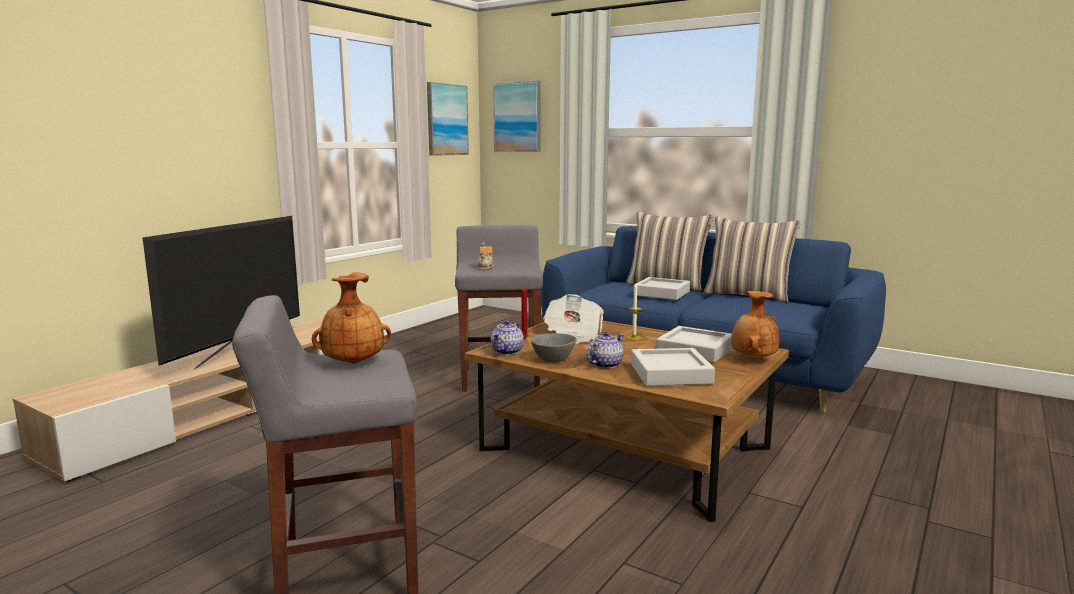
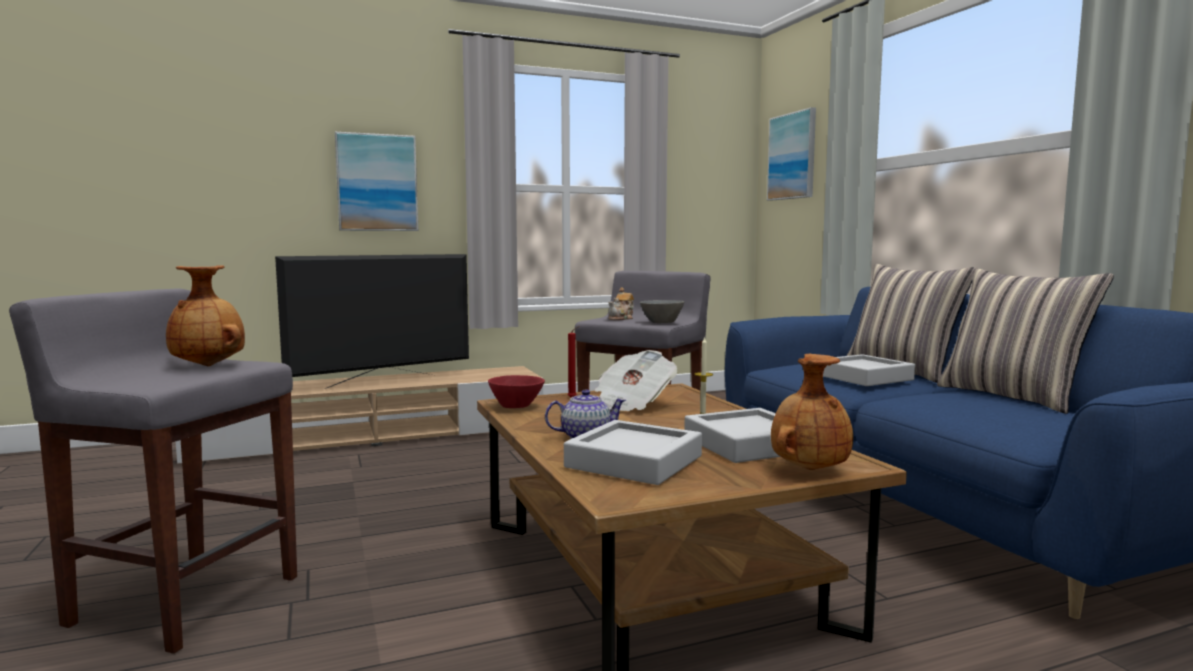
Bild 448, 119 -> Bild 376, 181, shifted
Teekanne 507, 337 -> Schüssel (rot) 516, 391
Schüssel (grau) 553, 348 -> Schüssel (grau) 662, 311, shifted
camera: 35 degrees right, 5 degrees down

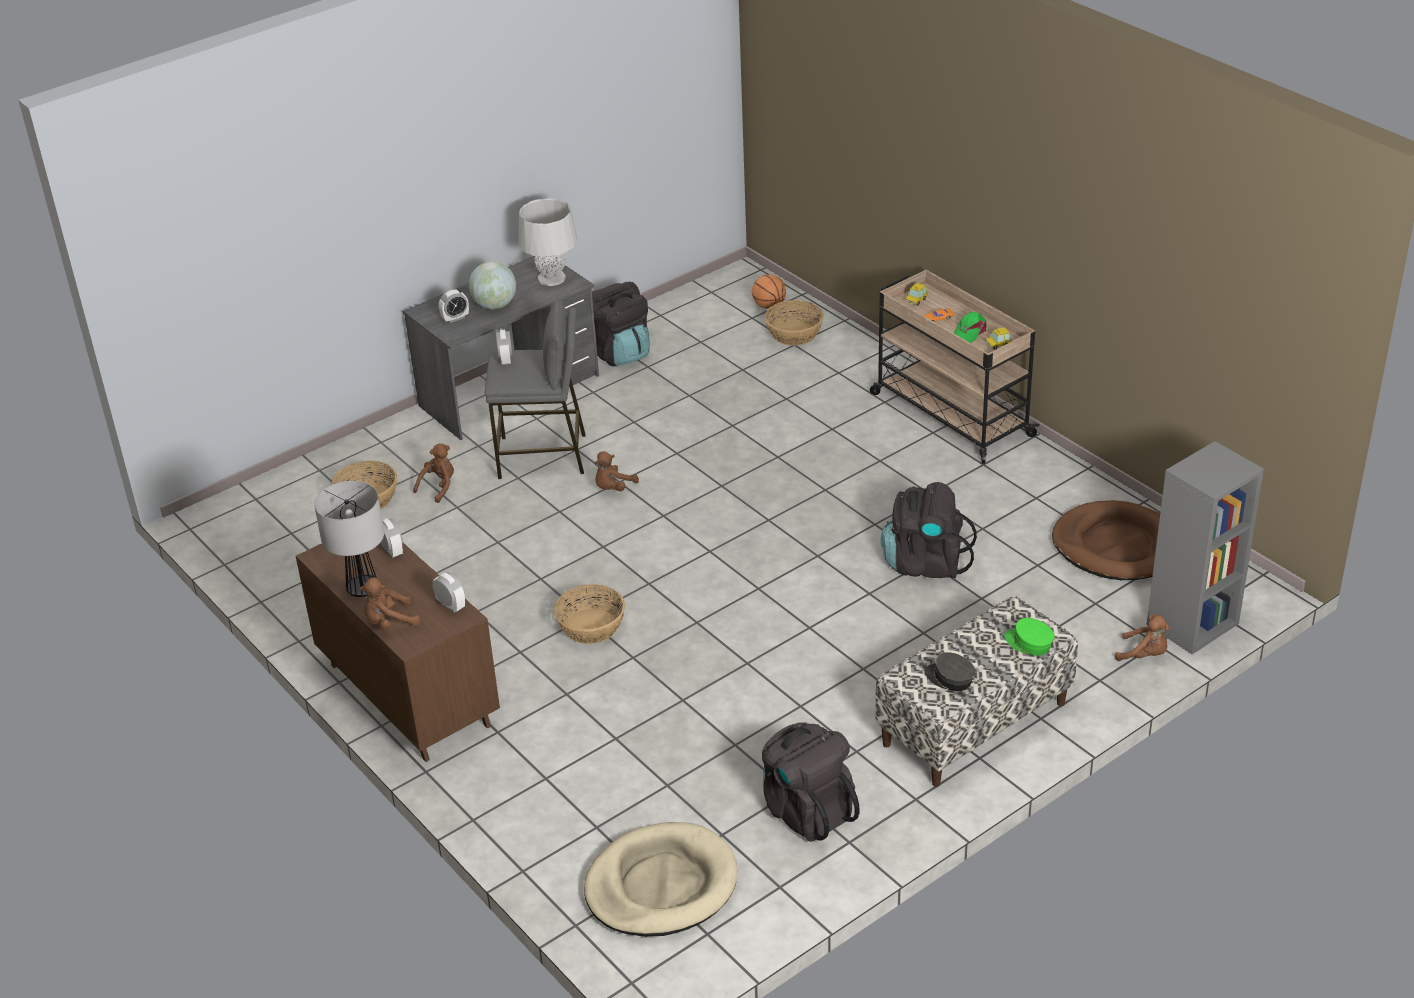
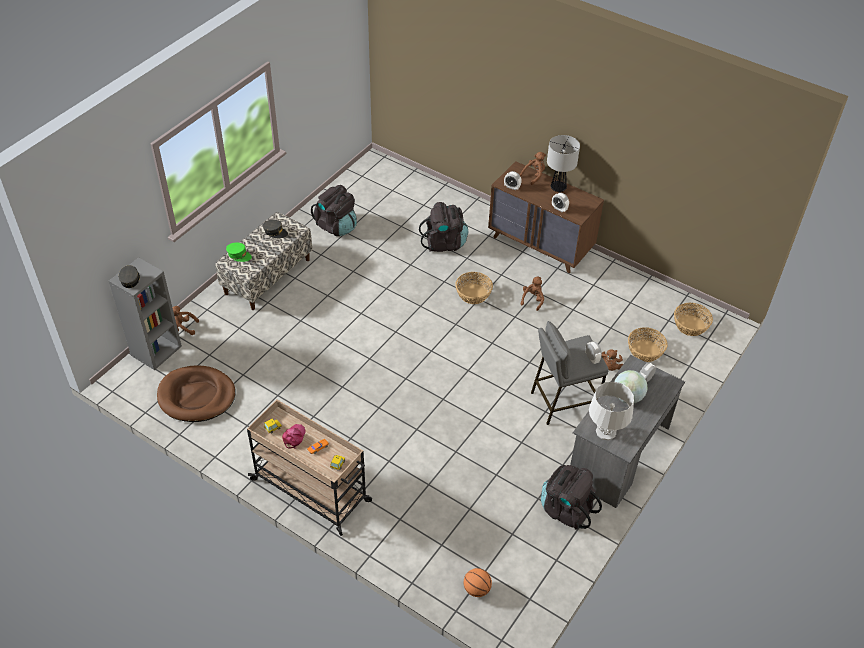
Hundebett (beige) 661, 879 -> none
Plüschtier (braun) 617, 471 -> Plüschtier (braun) 532, 294, shifted
Korb 794, 323 -> Korb 693, 319, shifted
Rucksack (schwarz) 928, 530 -> Rucksack (schwarz) 444, 227, shifted
Kappe (grün) 970, 327 -> Kappe (rosa) 294, 436
none -> Kappe (grau) 129, 276
camera: 160 degrees right, 10 degrees up

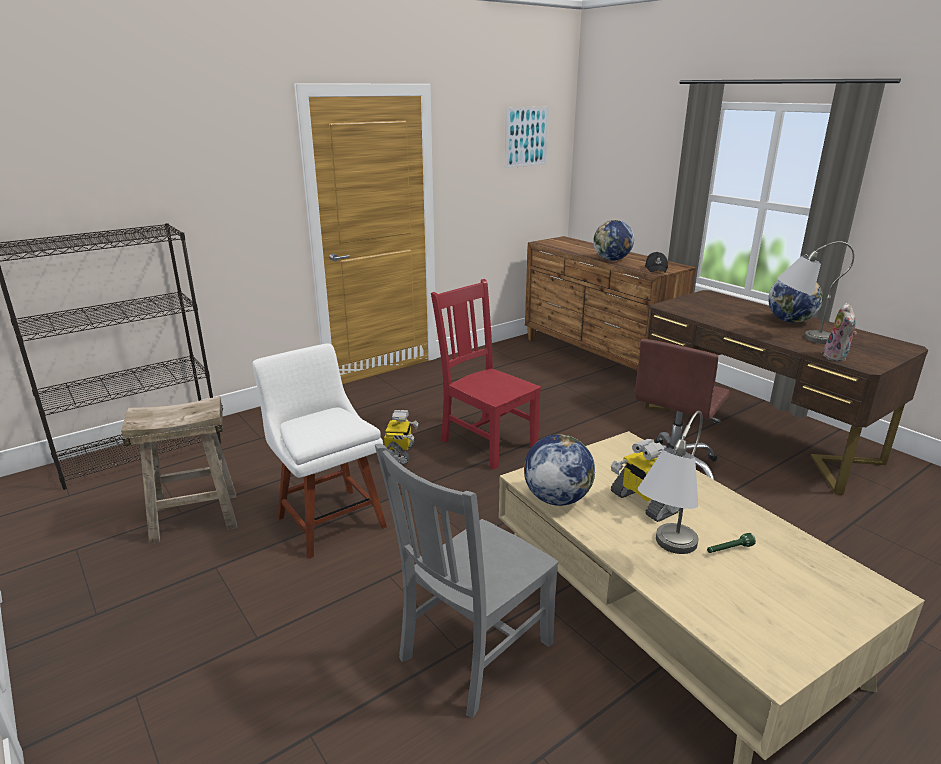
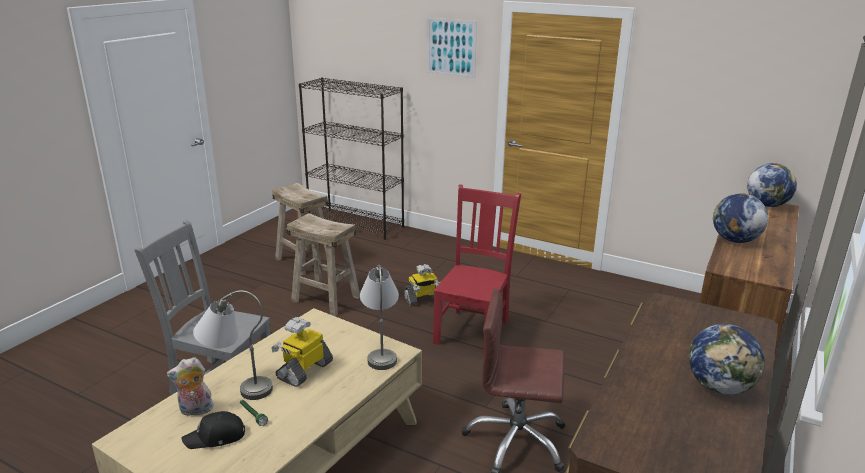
Stuhl (weiß) 320, 451 -> Hocker (beige) 323, 264
Bild 527, 137 -> Bild 452, 48, shifted
Globus 559, 470 -> Globus 772, 185, shifted
Kappe (schwarz) 656, 262 -> Kappe (schwarz) 213, 430, shifted
Tischlampe (grau) 816, 292 -> Tischlampe (grau) 379, 317, shifted
Plüschtier 840, 332 -> Plüschtier 190, 386, shifted
camera: 65 degrees right, 0 degrees up

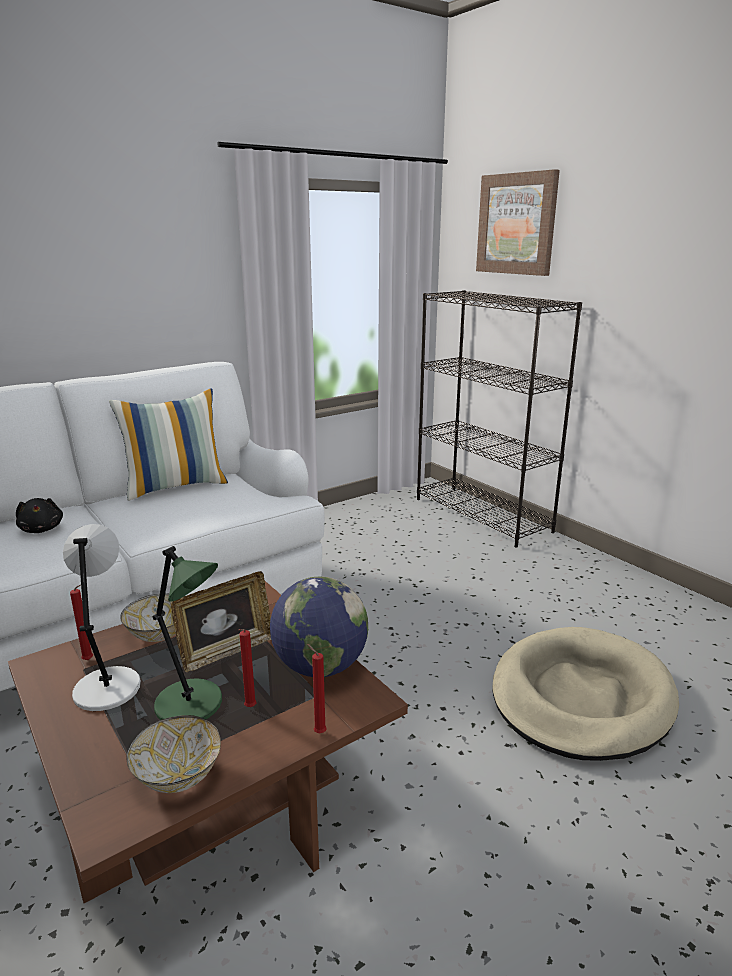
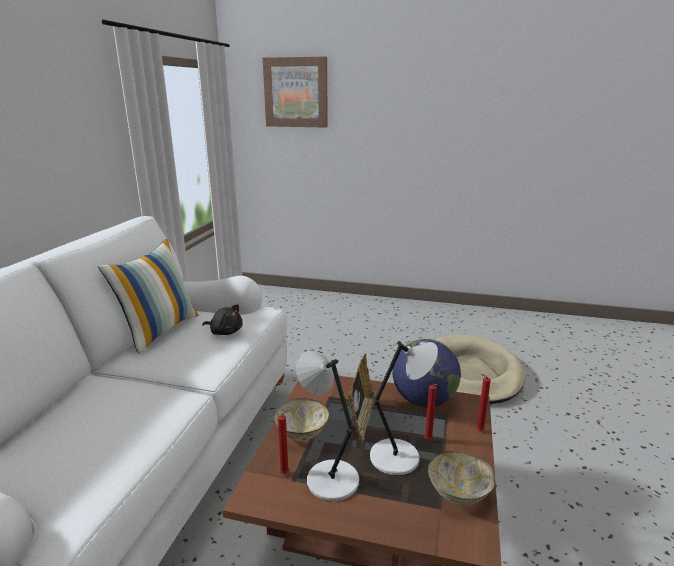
Plüschtier (schwarz) 39, 515 -> Plüschtier (schwarz) 223, 319, shifted
Tischlampe (grün) 187, 633 -> Tischlampe (grau) 404, 408
Bücherregal (schwarz) 499, 419 -> none
camera: 40 degrees left, 0 degrees up

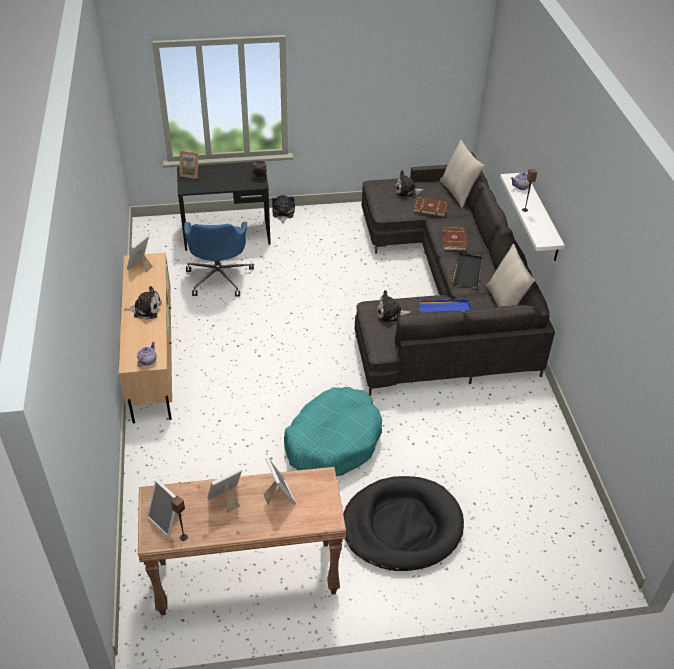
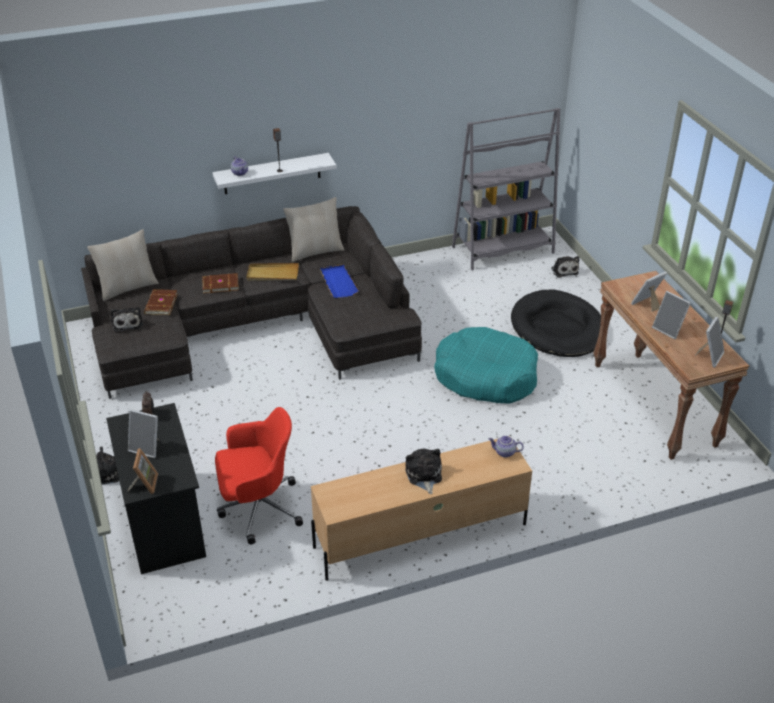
Bilderrahmen 140, 253 -> Bilderrahmen 144, 433, shifted
Bürostuhl (blau) 219, 259 -> Bürostuhl (rot) 259, 475
Plüschtier 394, 306 -> Plüschtier 565, 267, shifted
Tablett (schwarz) 466, 270 -> Tablett (beige) 272, 272
none -> Bücherregal (grau) 506, 189
camera: 100 degrees left, 5 degrees down

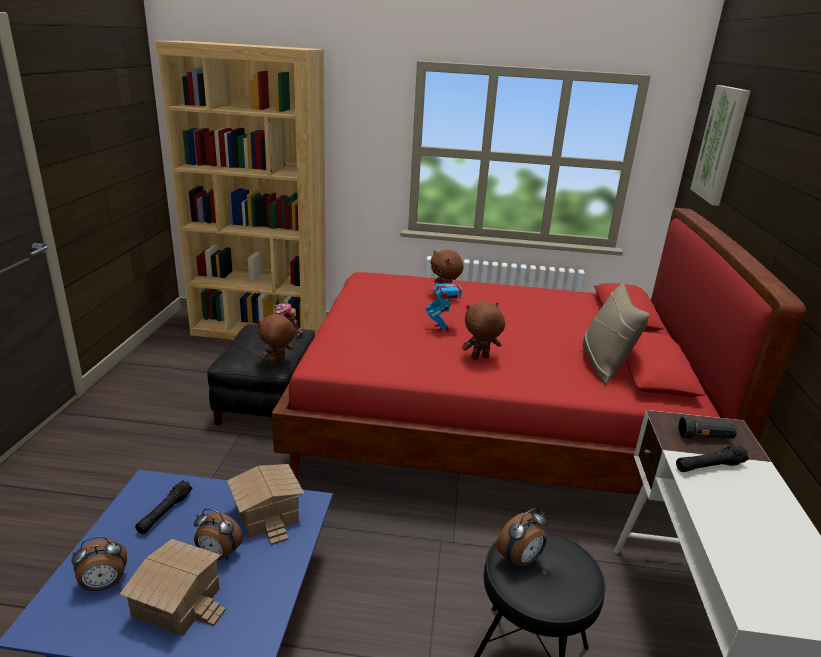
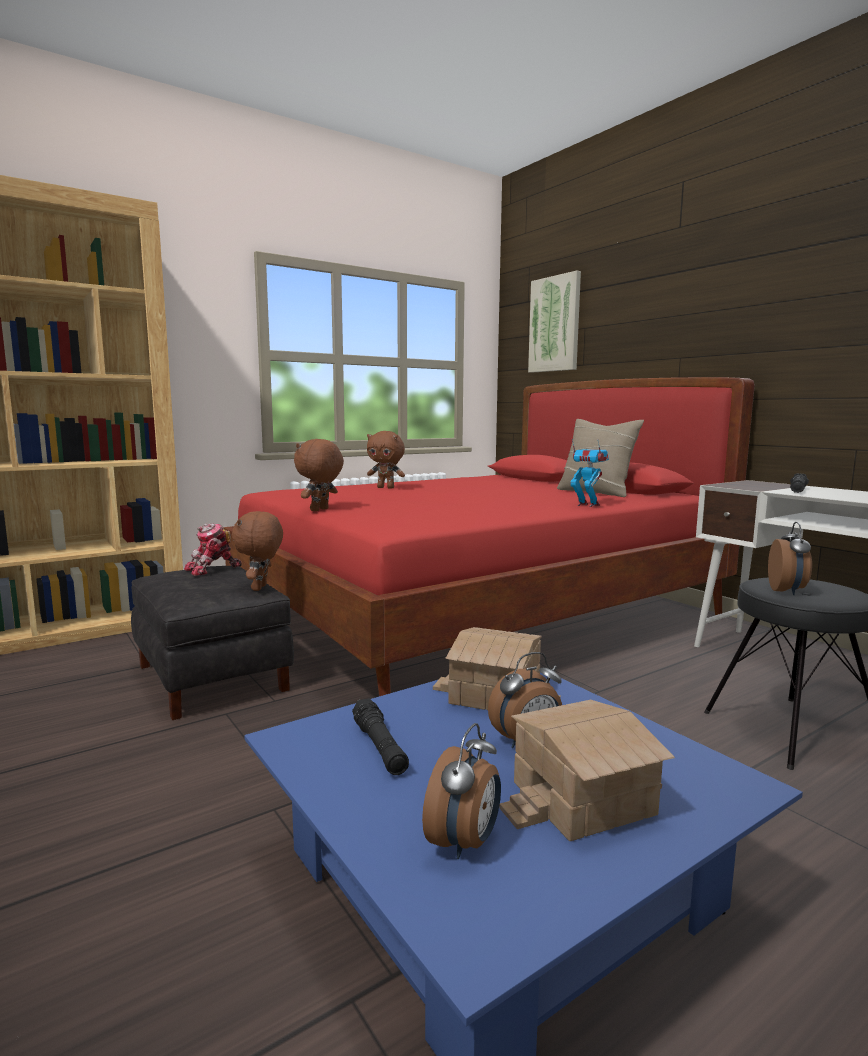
Spielzeugroboter 444, 302 -> Spielzeugroboter 589, 473, shifted
Plüschtier (braun) 483, 331 -> Plüschtier (braun) 319, 475, shifted
Taschenlampe (schwarz) 707, 427 -> none
camera: 40 degrees left, 15 degrees down

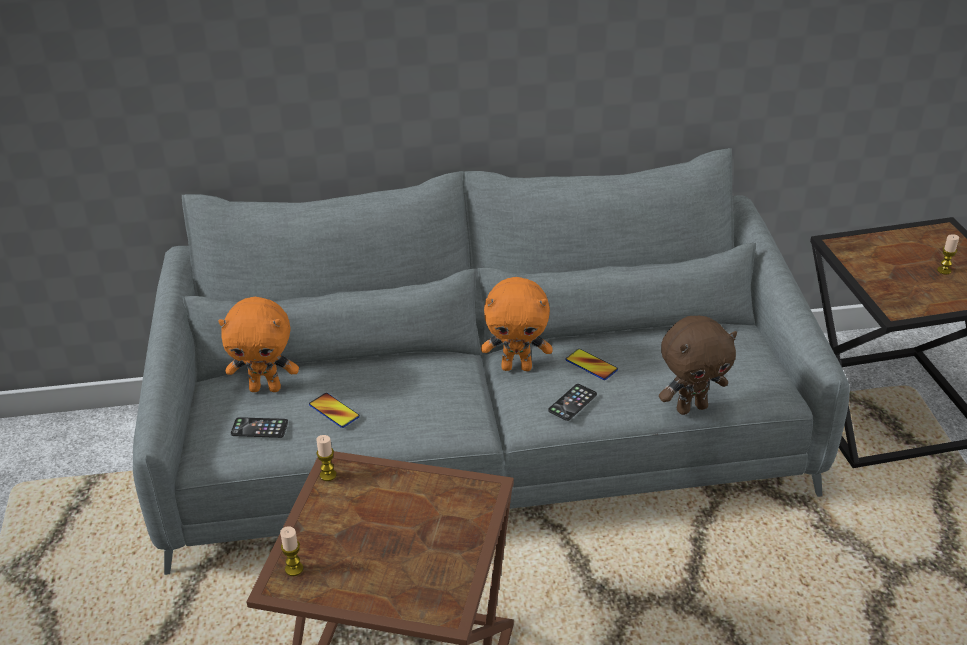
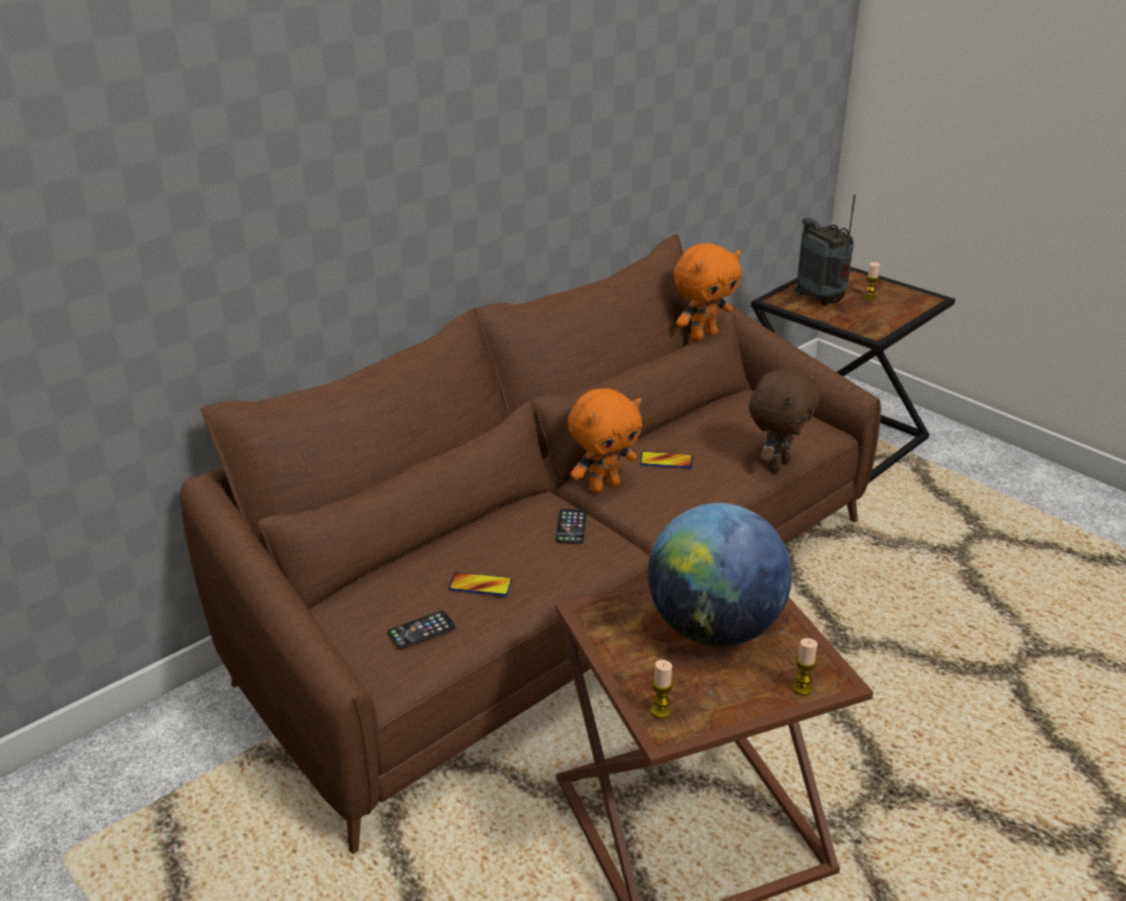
Sofa (grau) 491, 361 -> Sofa (braun) 530, 544
Plüschtier (orange) 258, 344 -> Plüschtier (orange) 707, 292, shifted
Kerze 326, 458 -> Kerze 805, 666, shifted
Handy 572, 402 -> Handy 571, 526, shifted
none -> Globus 720, 575
none -> Radio 824, 250
camera: 35 degrees left, 5 degrees down

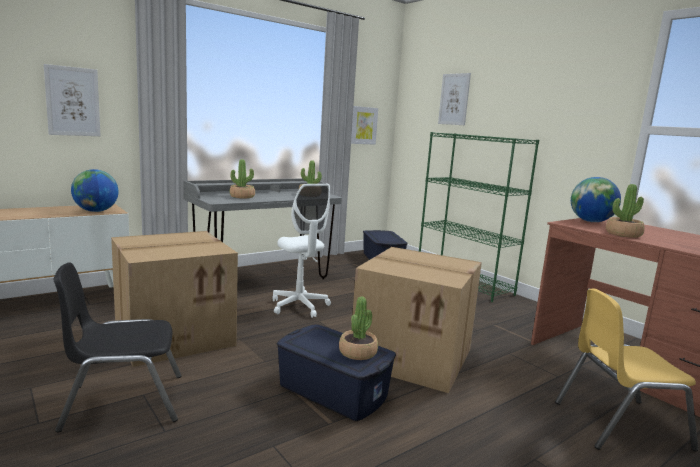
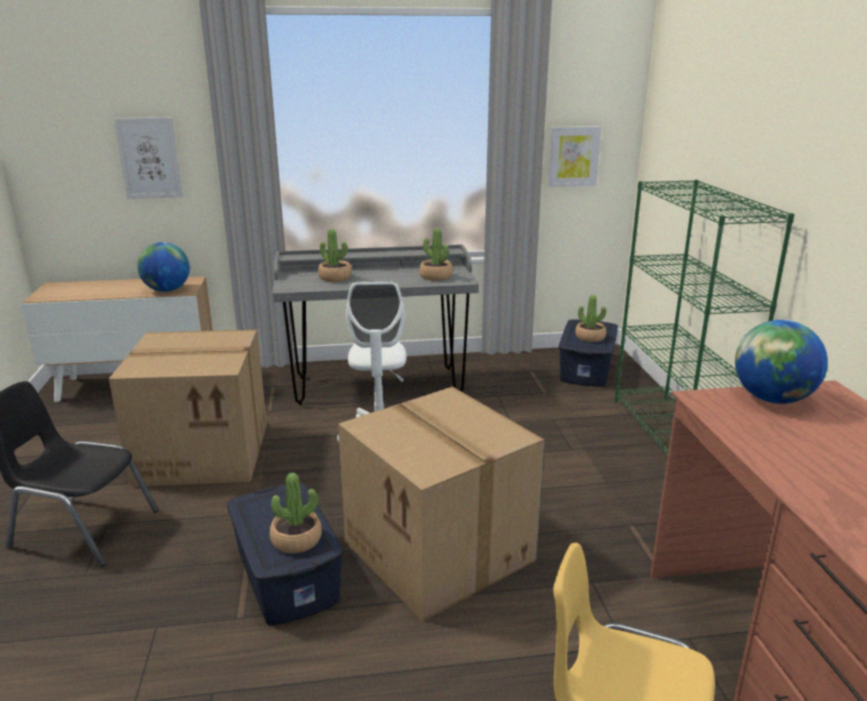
Bild 454, 99 -> none
Topfpflanze 625, 211 -> Topfpflanze 590, 318, shifted
camera: 30 degrees right, 10 degrees up

